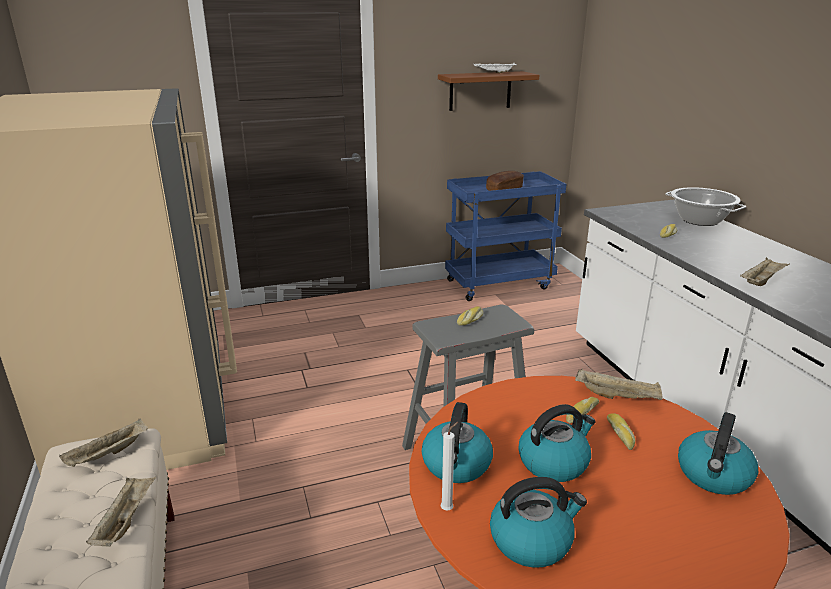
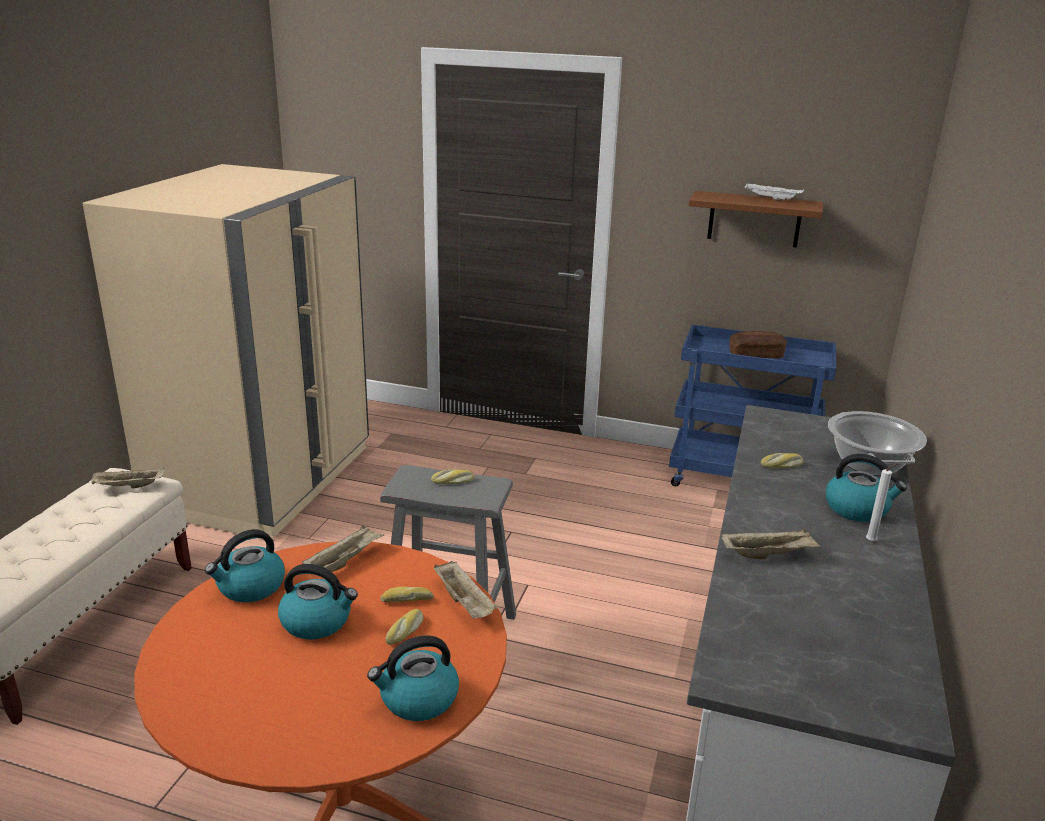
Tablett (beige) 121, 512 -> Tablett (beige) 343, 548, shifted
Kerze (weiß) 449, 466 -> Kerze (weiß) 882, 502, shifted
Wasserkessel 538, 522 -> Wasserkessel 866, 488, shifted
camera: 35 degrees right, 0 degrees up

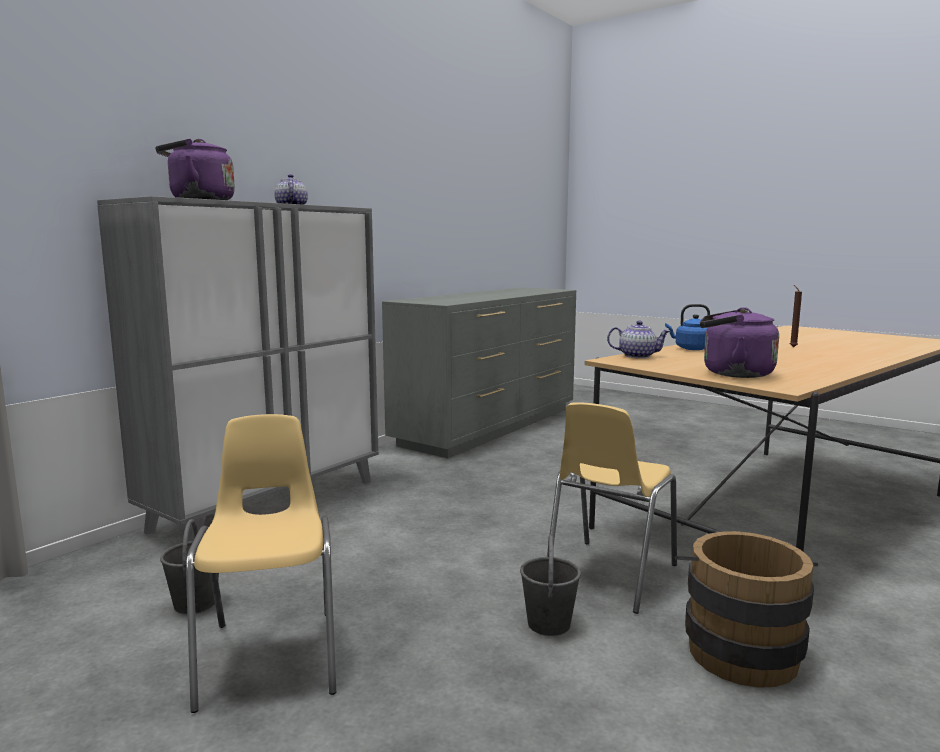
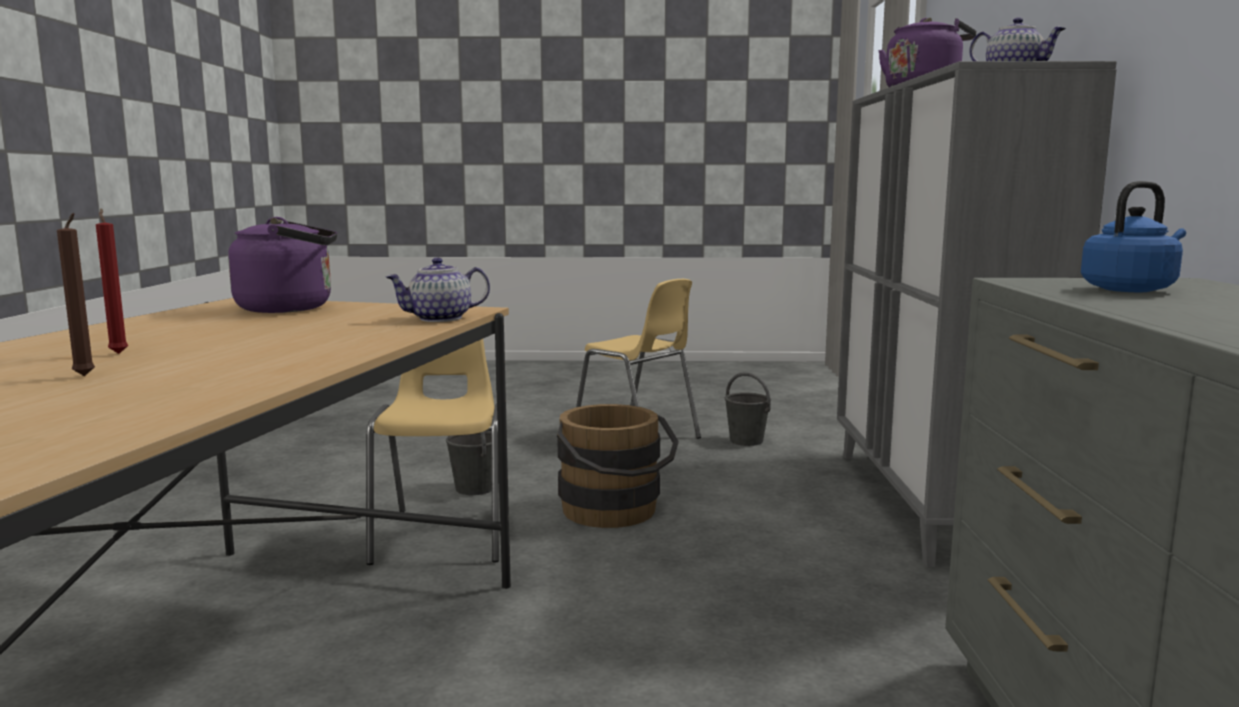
Wasserkessel (blau) 687, 327 -> Wasserkessel (blau) 1133, 236, shifted
Eimer (braun) 746, 609 -> Eimer (braun) 618, 466, shifted
none -> Kerze (rot) 112, 281
camera: 145 degrees right, 0 degrees up

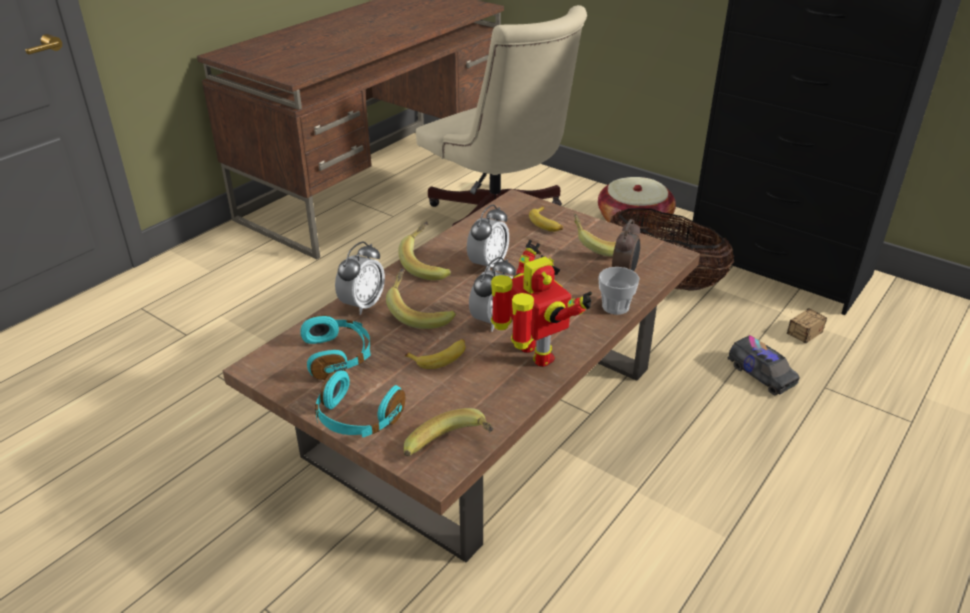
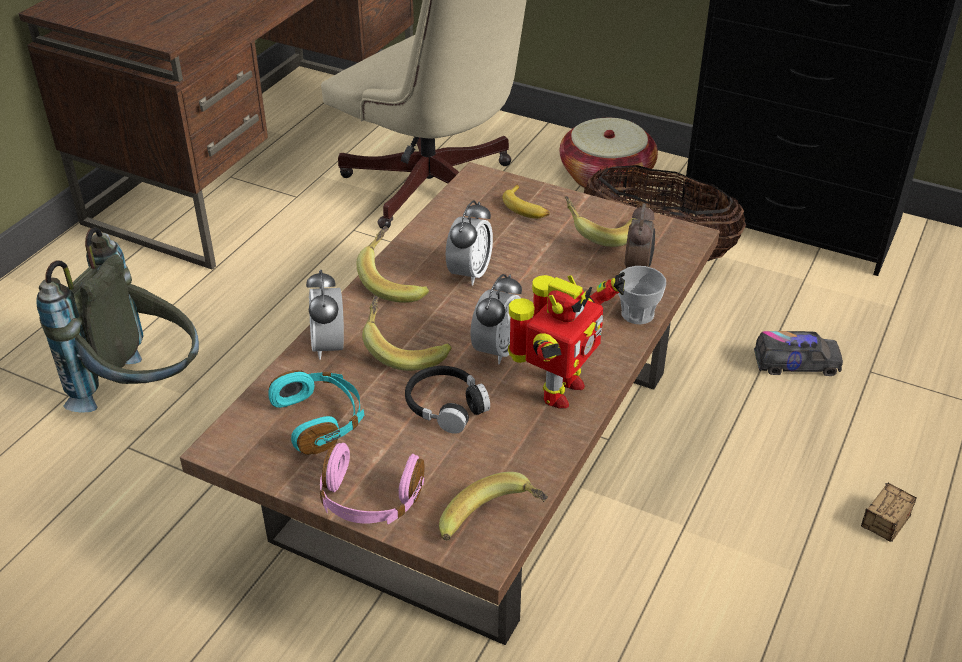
Kopfhörer (türkis) 360, 404 -> Kopfhörer (rosa) 372, 483
Wecker 360, 278 -> Wecker 325, 315, 150 degrees clockwise
Banane 435, 354 -> Kopfhörer (schwarz) 447, 400
Spielzeugroboter 541, 303 -> Spielzeugroboter 566, 340, 75 degrees clockwise
Spielzeuglaster 764, 365 -> Spielzeuglaster 798, 353, 45 degrees counterclockwise
Aufbewahrungsbox 807, 326 -> Aufbewahrungsbox 889, 512, shifted
none -> Rucksack (grau) 117, 320
camera: 10 degrees left, 5 degrees up

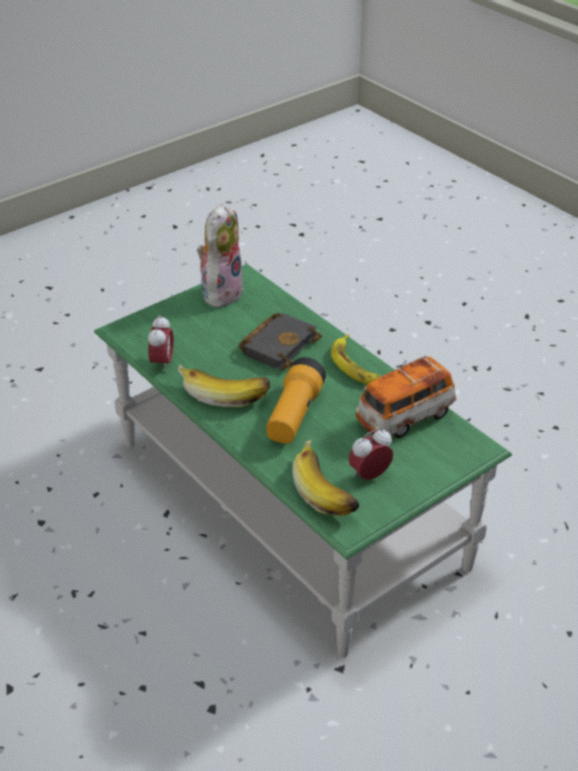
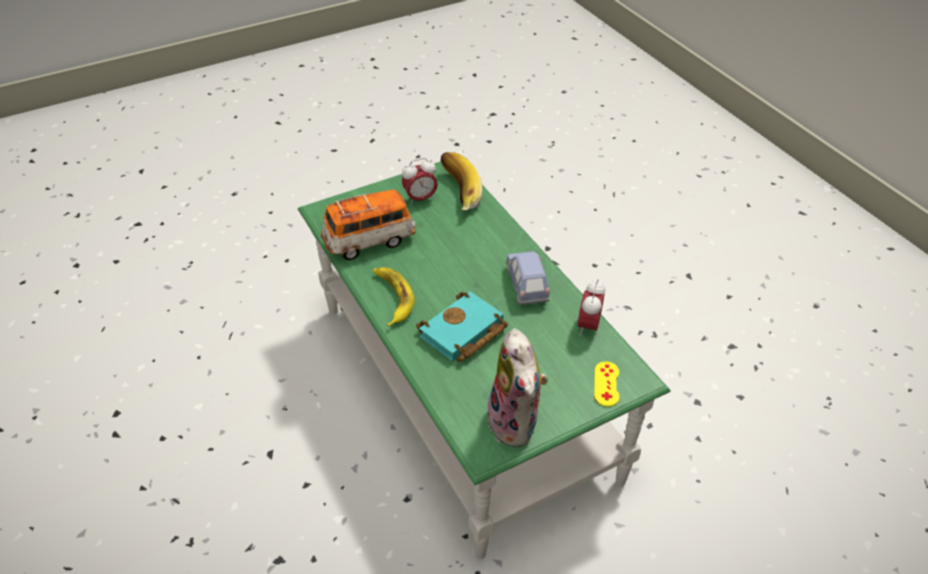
Banane 224, 385 -> Spielzeugauto (blau) 528, 278
Plüschtier 220, 255 -> Plüschtier 517, 387, 45 degrees counterclockwise
Buch (schwarz) 280, 341 -> Buch (türkis) 462, 326
Taschenlampe 296, 400 -> none
none -> Gamepad (gelb) 606, 384
camera: 170 degrees left, 5 degrees up

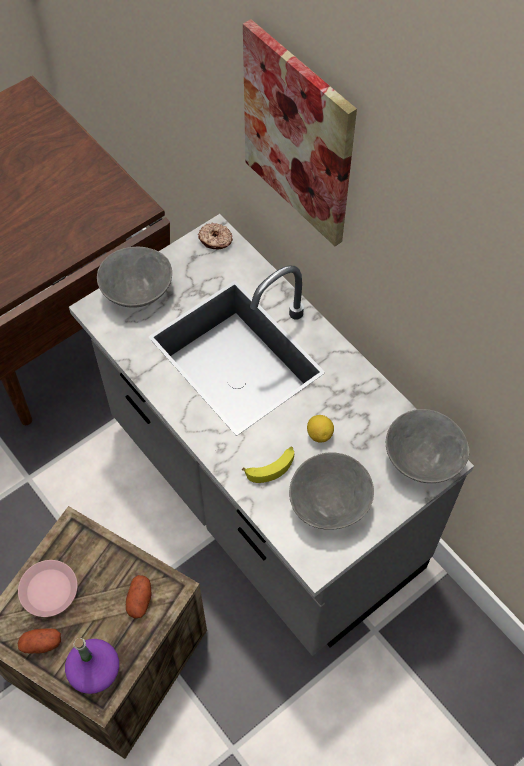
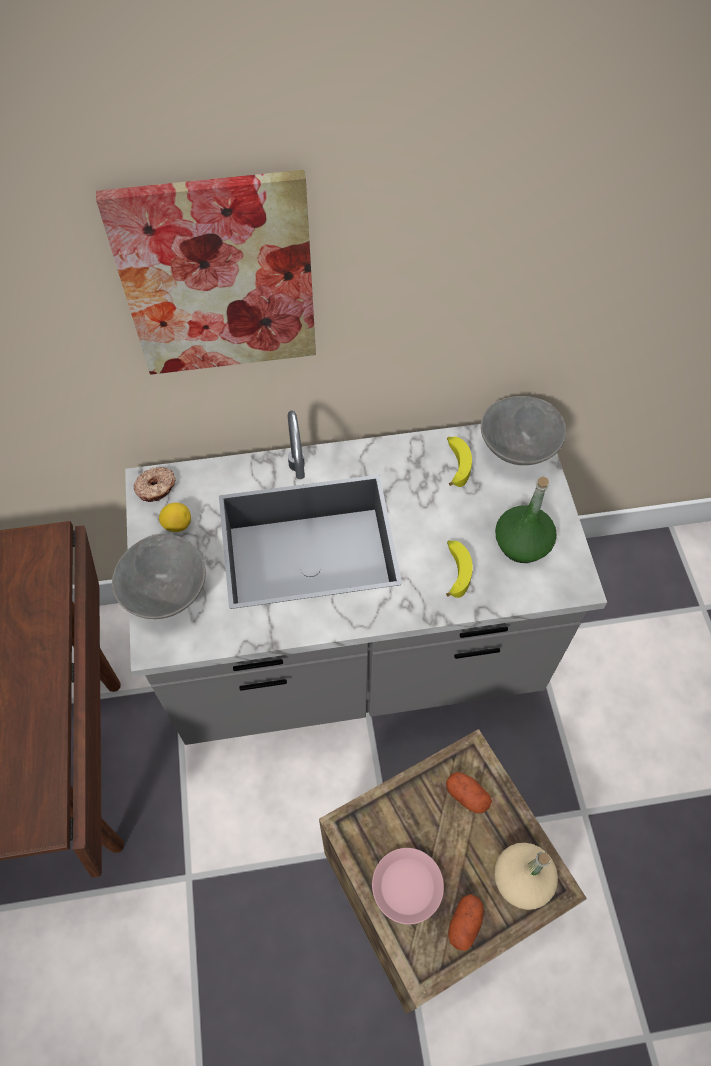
Flasche (lila) 92, 666 -> Flasche (beige) 526, 876
Schüssel (grau) 331, 491 -> Flasche (grün) 526, 519
Zitrone 320, 429 -> Zitrone 175, 517, shifted
none -> Banane 459, 462
camera: 60 degrees left, 0 degrees up

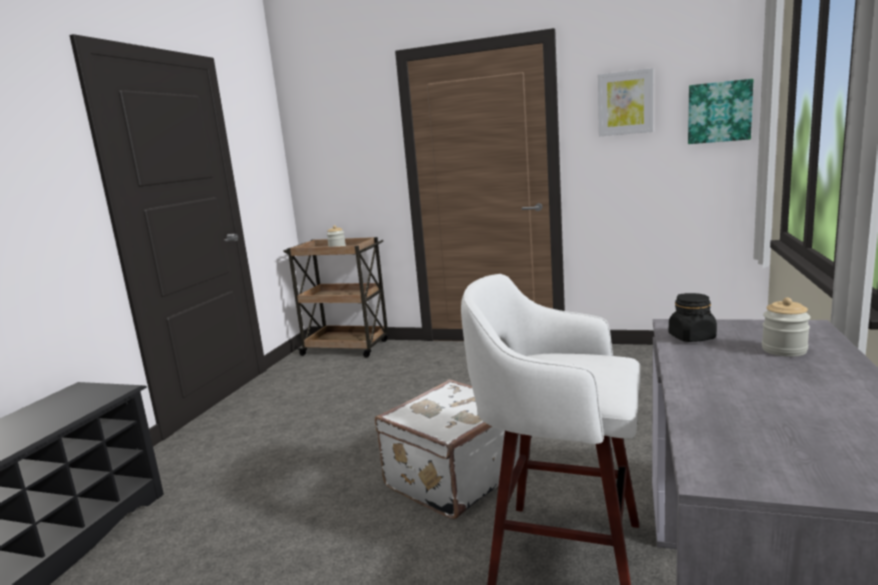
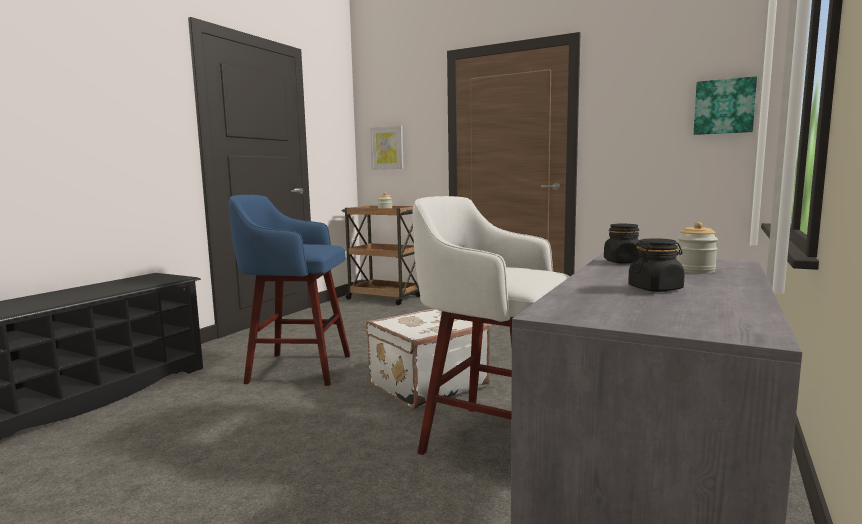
Bild 625, 102 -> Bild 387, 148, shifted
none -> Hocker (blau) 289, 290
none -> Vorratsglas (schwarz) 656, 265
camera: 10 degrees right, 5 degrees down

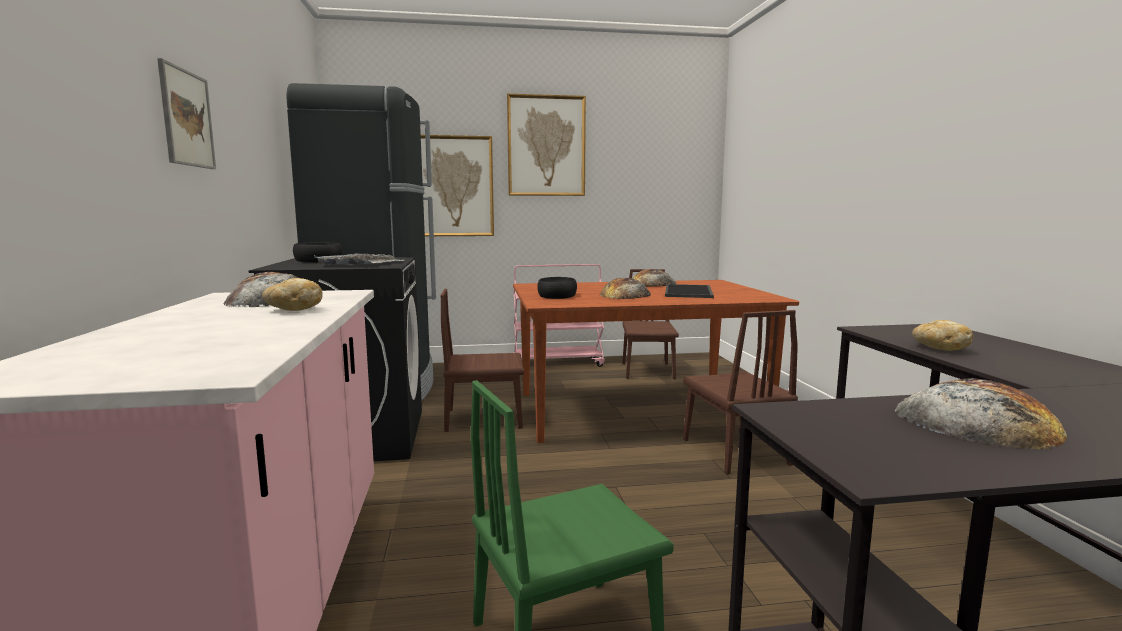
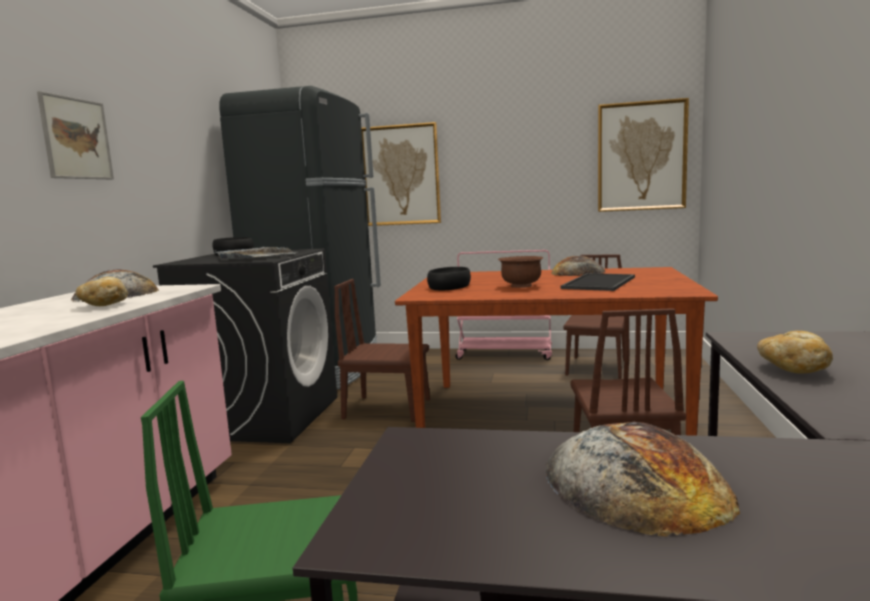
Bild 546, 145 -> Bild 643, 155, shifted
Brot 625, 288 -> Schüssel (braun) 520, 272
camera: 20 degrees right, 0 degrees up

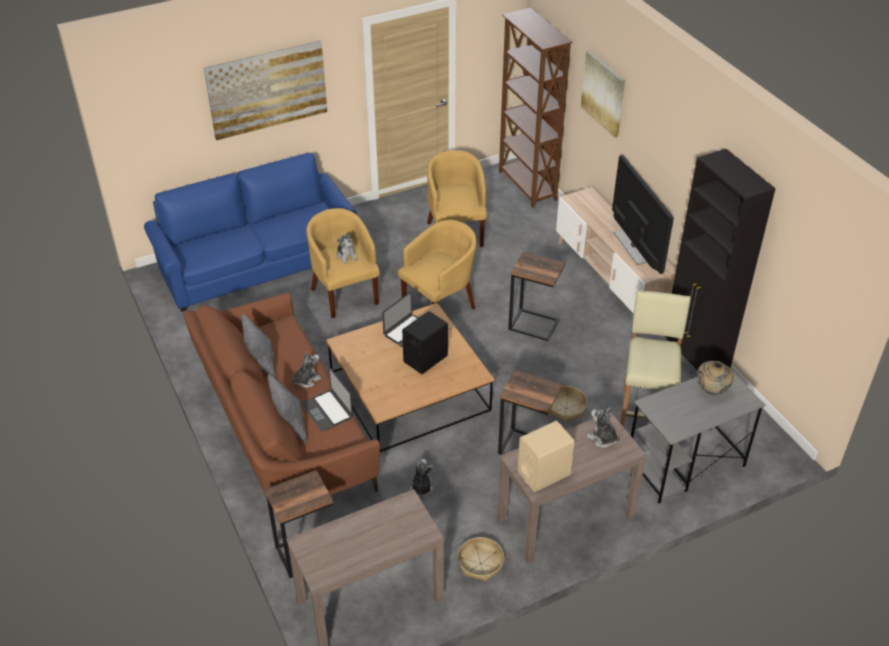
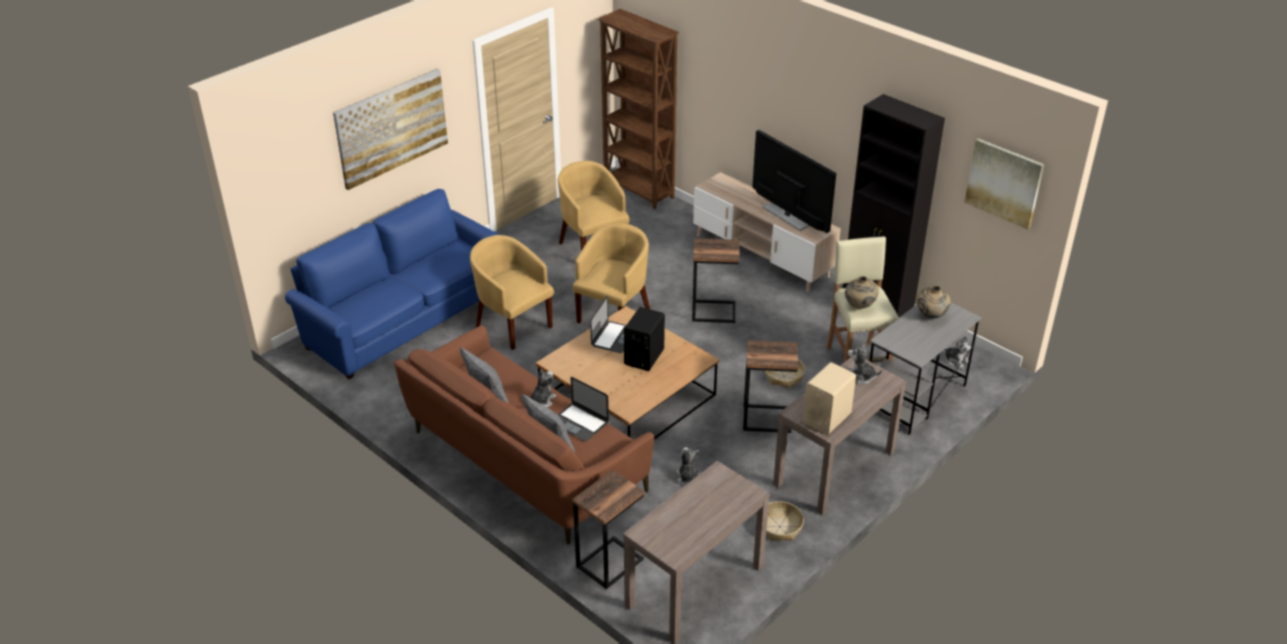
Plüschtier 347, 248 -> Plüschtier 957, 353, shifted
Bild 603, 93 -> Bild 1004, 184, shifted
none -> Vase (beige) 862, 292
camera: 20 degrees left, 5 degrees down

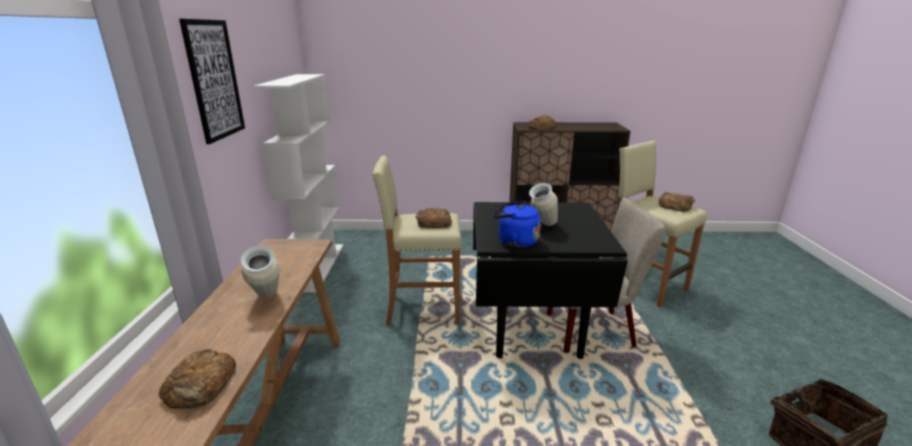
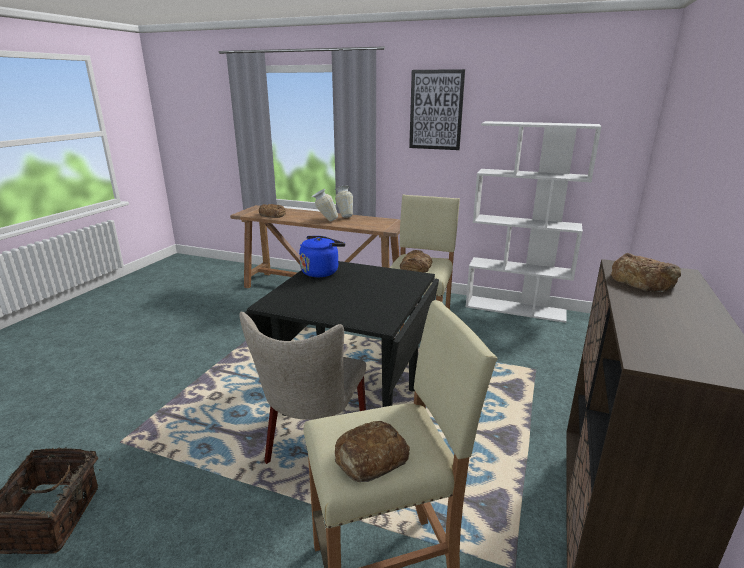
Vase 543, 204 -> Vase 344, 202, shifted
camera: 110 degrees right, 0 degrees up

